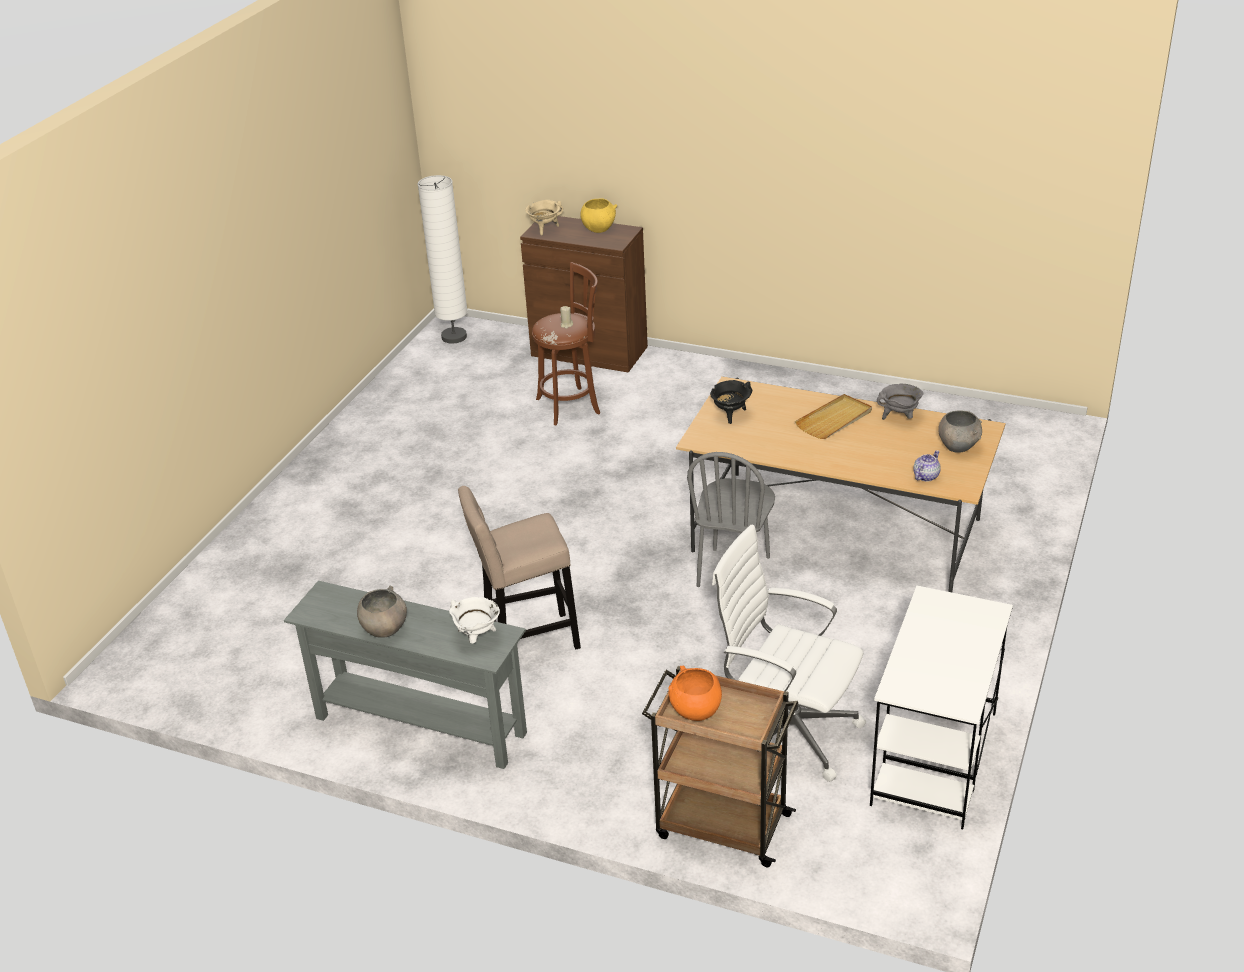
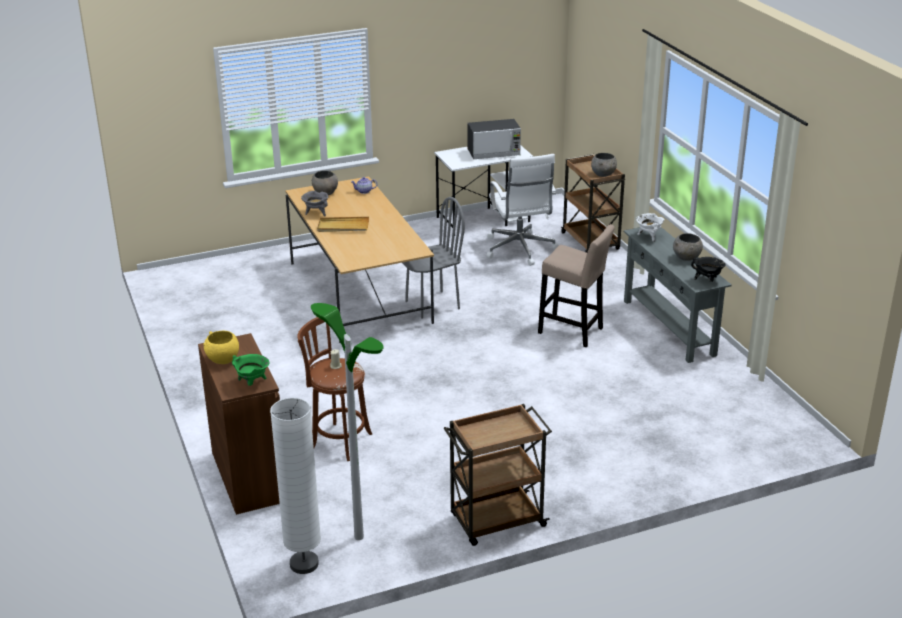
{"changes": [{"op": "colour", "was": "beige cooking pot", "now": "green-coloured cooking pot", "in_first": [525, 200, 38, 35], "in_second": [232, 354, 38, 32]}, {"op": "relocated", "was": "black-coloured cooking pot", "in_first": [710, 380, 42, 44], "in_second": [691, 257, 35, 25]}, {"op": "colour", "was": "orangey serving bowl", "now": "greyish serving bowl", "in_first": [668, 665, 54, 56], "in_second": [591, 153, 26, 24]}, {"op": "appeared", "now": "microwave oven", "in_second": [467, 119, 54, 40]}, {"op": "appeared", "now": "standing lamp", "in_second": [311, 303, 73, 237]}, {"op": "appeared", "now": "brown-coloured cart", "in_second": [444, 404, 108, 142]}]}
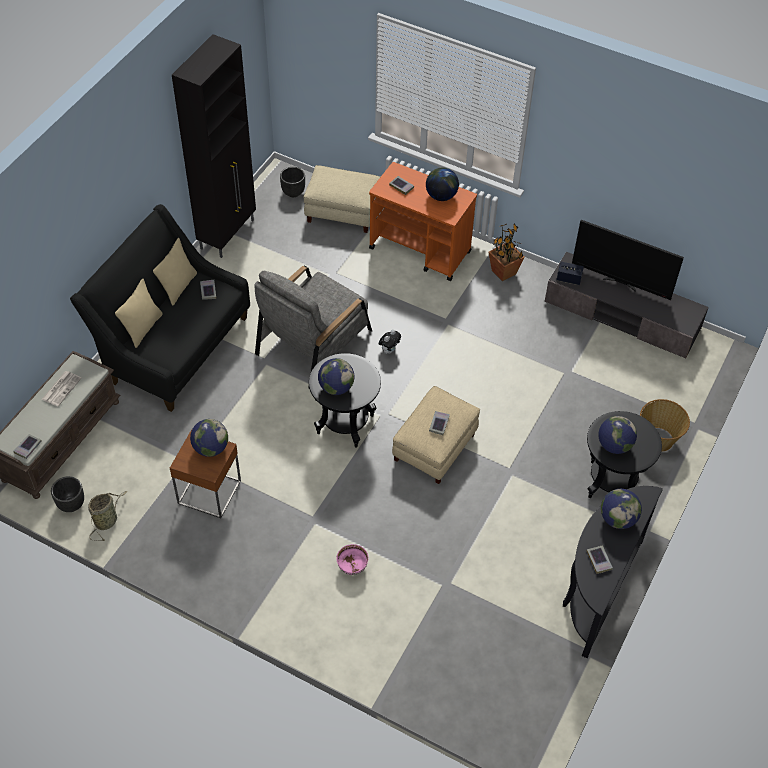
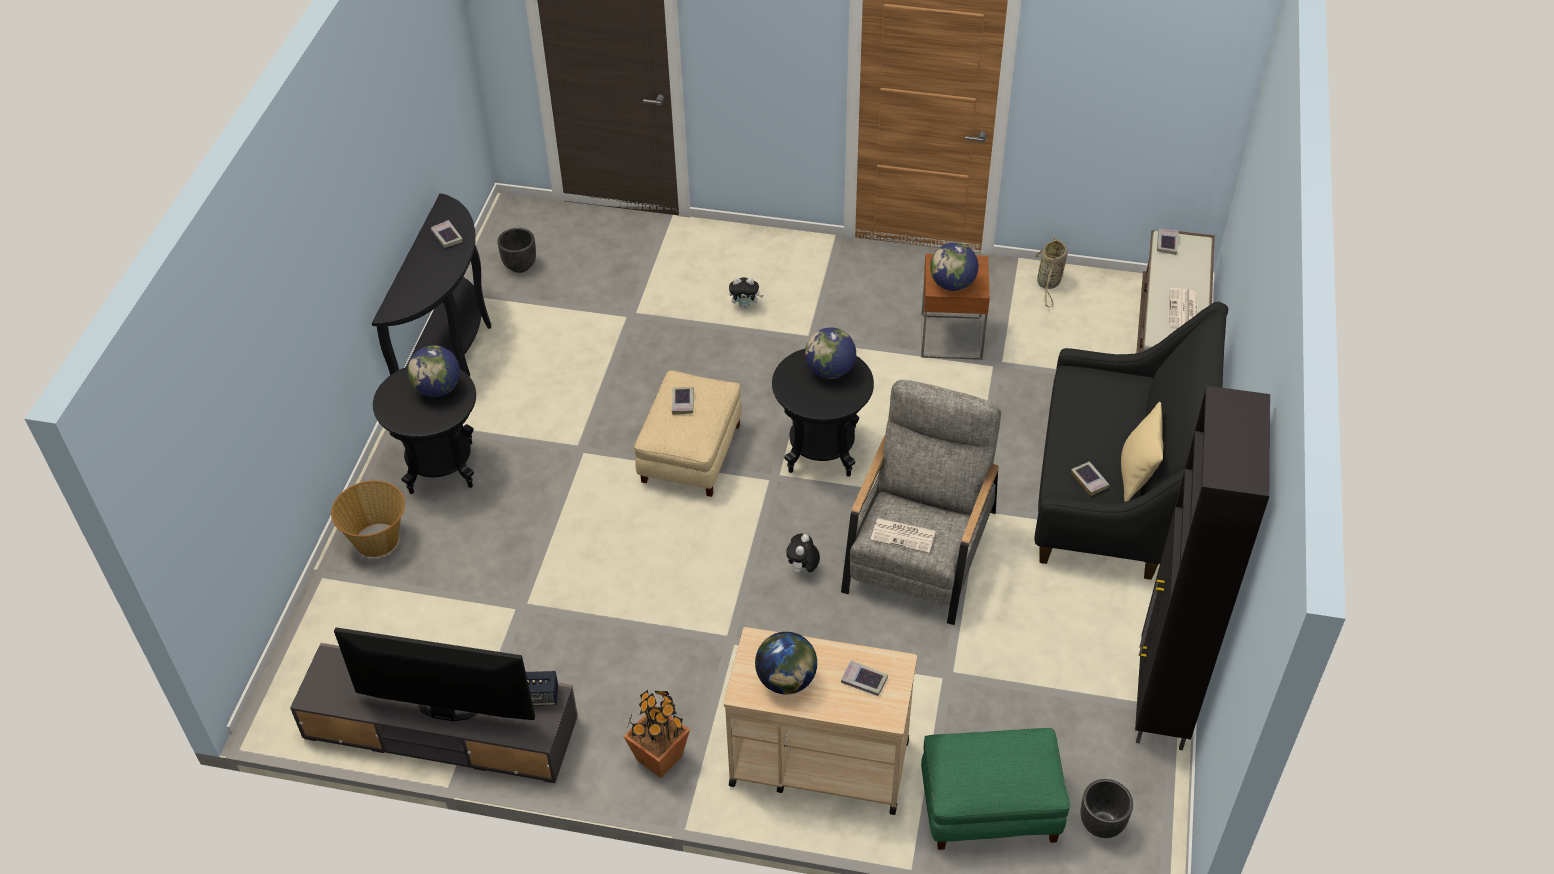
{"changes": [{"op": "colour", "was": "orangey cart", "now": "beige cart", "in_first": [369, 162, 108, 119], "in_second": [724, 627, 193, 188]}, {"op": "colour", "was": "beige pouffe", "now": "green-coloured pouffe", "in_first": [304, 165, 76, 68], "in_second": [921, 728, 149, 122]}, {"op": "missing", "was": "beige cushion", "in_first": [115, 279, 48, 69]}, {"op": "relocated", "was": "black-coloured plant pot", "in_first": [51, 476, 33, 36], "in_second": [497, 228, 39, 45]}, {"op": "missing", "was": "desk globe", "in_first": [601, 489, 41, 40]}, {"op": "exchanged", "was": "pinkish serving bowl", "now": "plush toy", "in_first": [336, 544, 33, 31], "in_second": [729, 277, 34, 31]}, {"op": "appeared", "now": "daily paper", "in_second": [870, 518, 66, 35]}]}
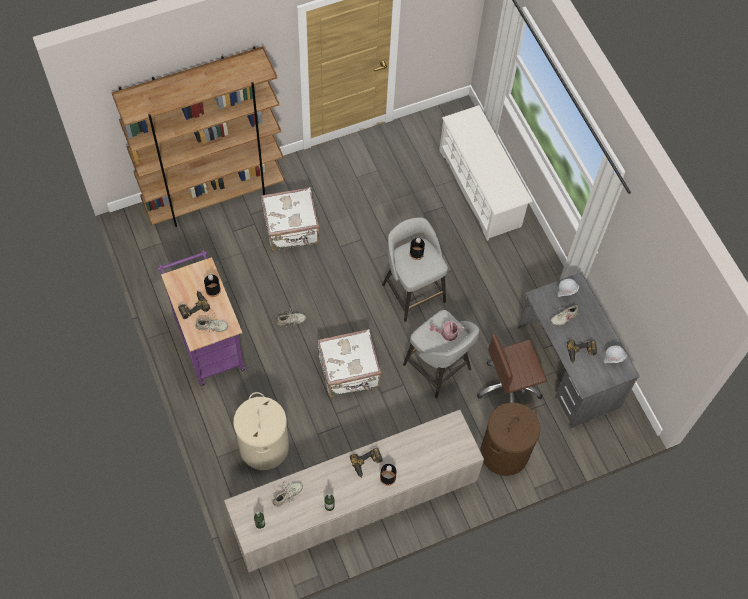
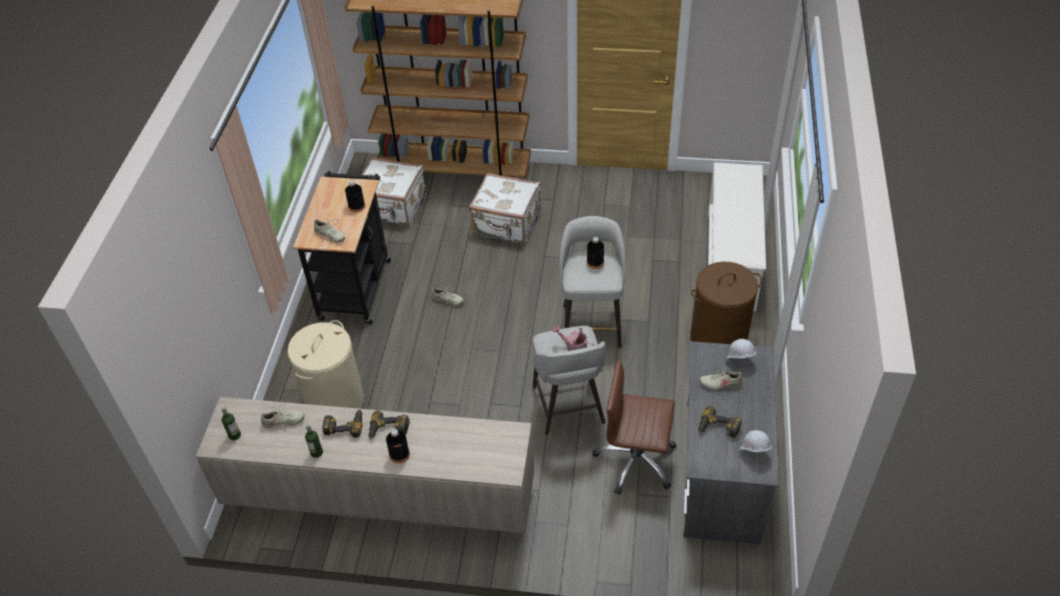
{"changes": [{"op": "colour", "was": "purple-coloured cart", "now": "black-coloured cart", "in_first": [158, 250, 89, 136], "in_second": [293, 171, 98, 154]}, {"op": "relocated", "was": "electric drill", "in_first": [178, 291, 32, 28], "in_second": [322, 409, 40, 29]}, {"op": "relocated", "was": "white travel case", "in_first": [317, 329, 64, 69], "in_second": [362, 157, 64, 69]}, {"op": "relocated", "was": "brown-coloured laundry basket", "in_first": [480, 403, 60, 73], "in_second": [690, 262, 72, 82]}]}
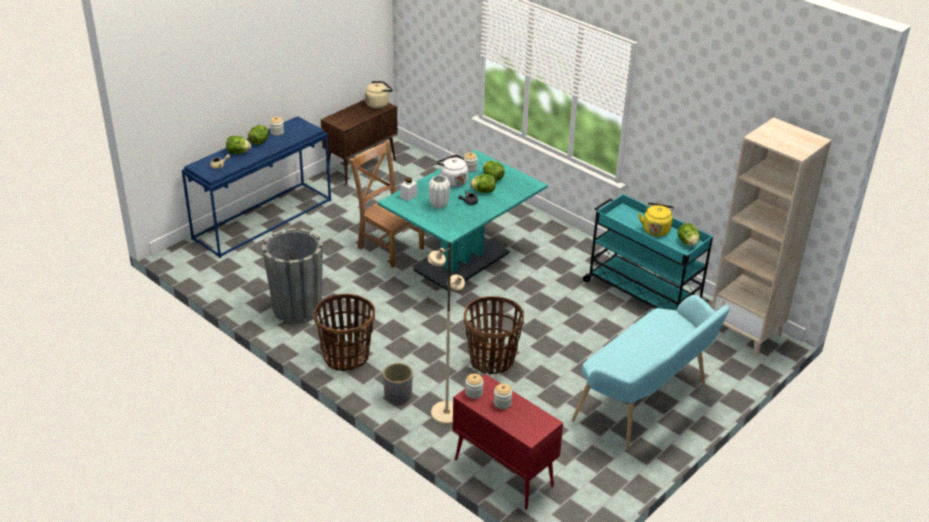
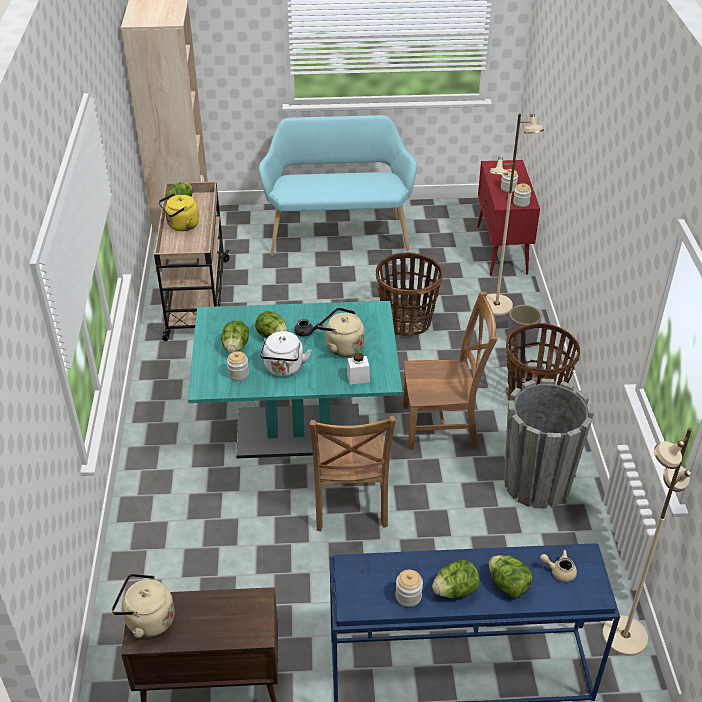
{"changes": [{"op": "exchanged", "was": "white vase", "now": "beige tea kettle", "in_first": [428, 175, 22, 34], "in_second": [318, 307, 47, 50]}, {"op": "colour", "was": "turquoise cart", "now": "beige cart", "in_first": [583, 194, 130, 117], "in_second": [154, 182, 76, 159]}, {"op": "appeared", "now": "brown-coloured plain chair", "in_second": [403, 291, 95, 159]}, {"op": "appeared", "now": "beige standing lamp", "in_second": [602, 428, 90, 228]}]}
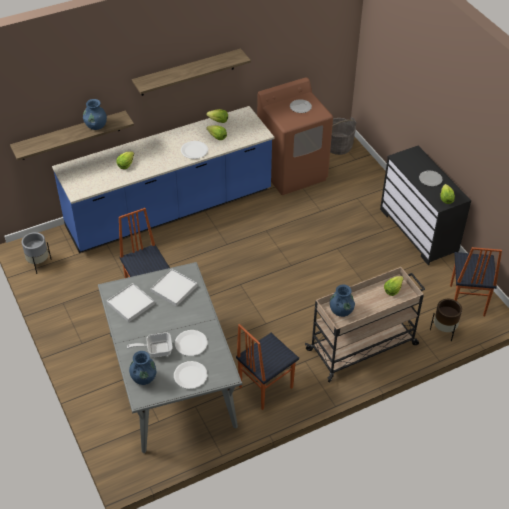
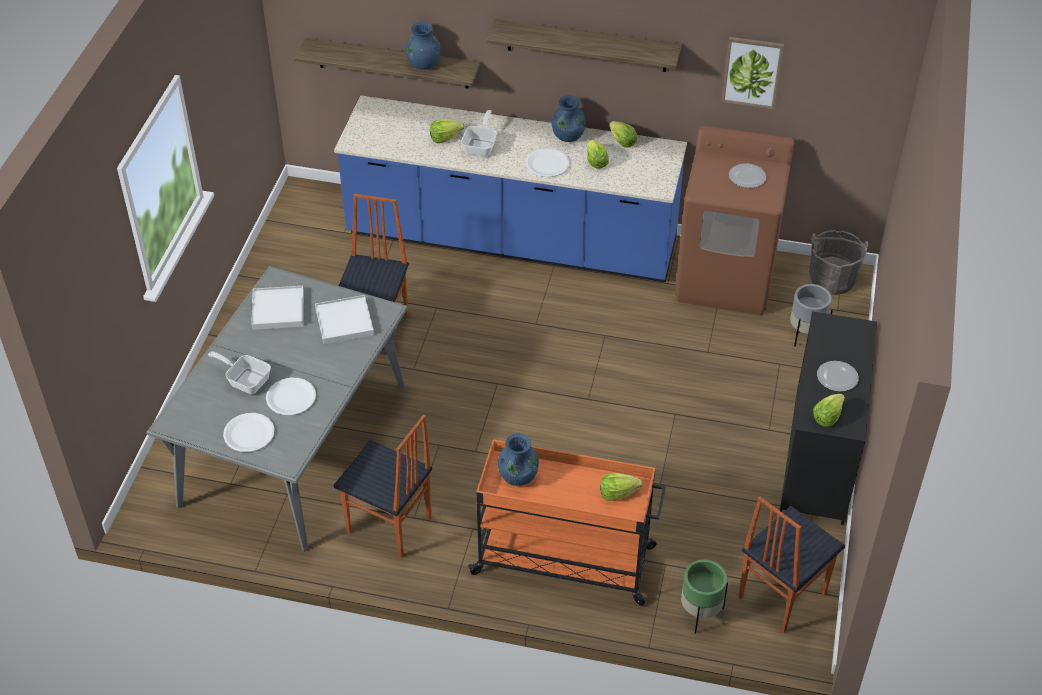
{"changes": [{"op": "relocated", "was": "greyish plant pot", "in_first": [22, 232, 30, 42], "in_second": [790, 284, 43, 63]}, {"op": "colour", "was": "beige cart", "now": "orangey cart", "in_first": [305, 267, 120, 115], "in_second": [468, 439, 198, 167]}, {"op": "colour", "was": "brown-coloured plant pot", "now": "green-coloured plant pot", "in_first": [430, 299, 32, 42], "in_second": [681, 559, 47, 75]}, {"op": "spun", "was": "plain chair", "in_first": [236, 324, 63, 86], "in_second": [334, 415, 98, 143], "clockwise": -150}, {"op": "relocated", "was": "blue-coloured vase", "in_first": [129, 351, 28, 34], "in_second": [552, 95, 34, 47]}, {"op": "appeared", "now": "wall art", "in_second": [721, 37, 63, 72]}, {"op": "appeared", "now": "skillet", "in_second": [461, 110, 36, 46]}]}
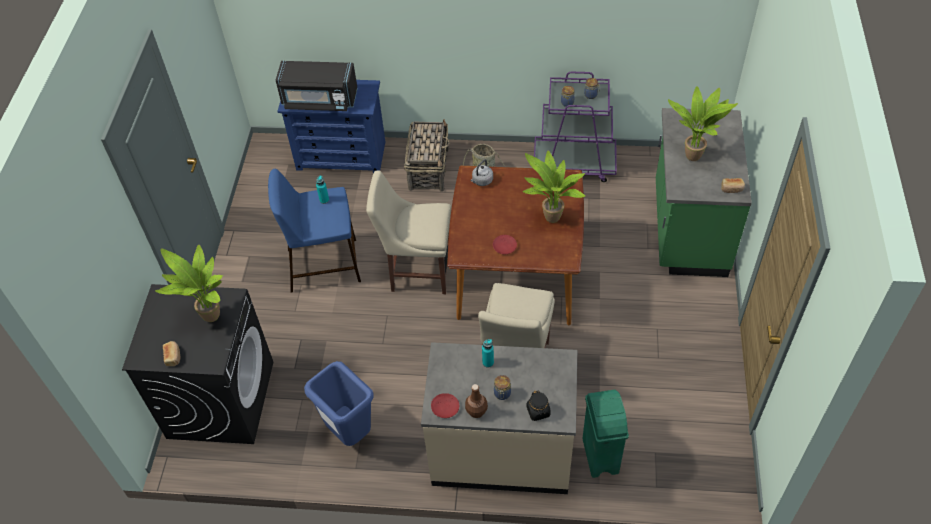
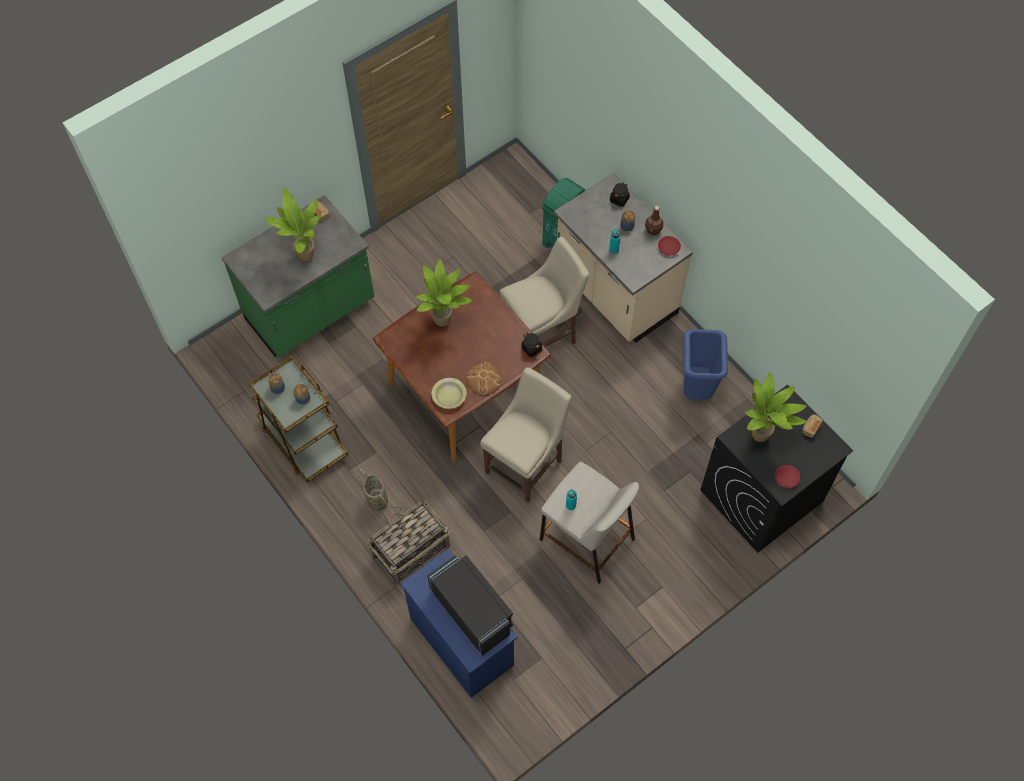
{"changes": [{"op": "colour", "was": "purple-coloured cart", "now": "brown-coloured cart", "in_first": [534, 72, 83, 110], "in_second": [249, 355, 99, 127]}, {"op": "exchanged", "was": "greyish tea kettle", "now": "yellow-coloured serving bowl", "in_first": [470, 159, 23, 27], "in_second": [432, 378, 34, 31]}, {"op": "colour", "was": "blue-coloured sitting stool", "now": "beige sitting stool", "in_first": [268, 169, 93, 124], "in_second": [539, 462, 100, 122]}, {"op": "spun", "was": "beige plain chair", "in_first": [366, 170, 85, 124], "in_second": [480, 367, 92, 136], "clockwise": -105}, {"op": "relocated", "was": "red-coloured dinner plate", "in_first": [493, 235, 24, 19], "in_second": [775, 465, 25, 23]}, {"op": "appeared", "now": "black-coloured storage jar", "in_second": [522, 333, 20, 24]}, {"op": "appeared", "now": "baked bread", "in_second": [466, 361, 36, 35]}]}
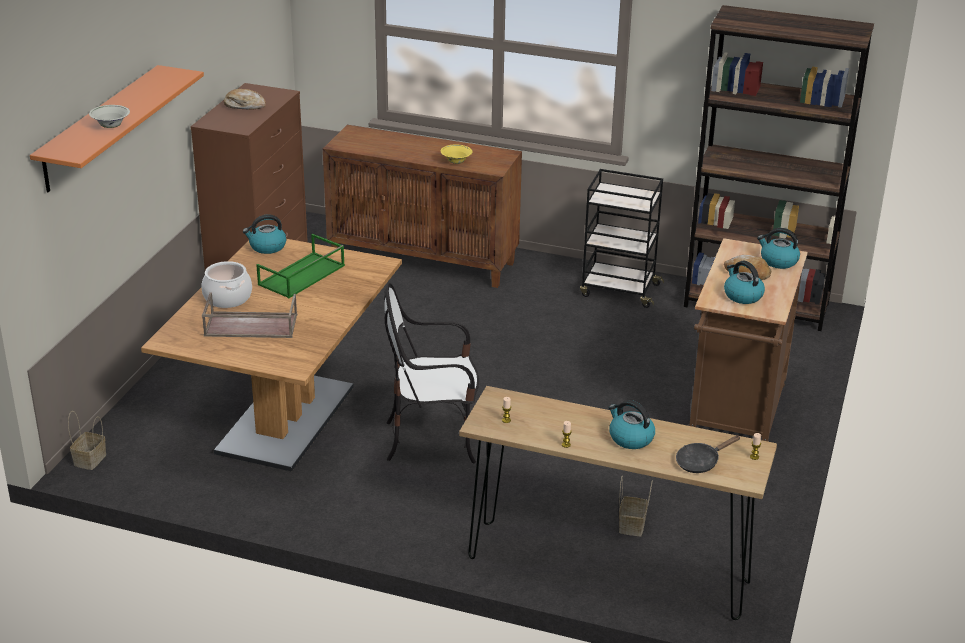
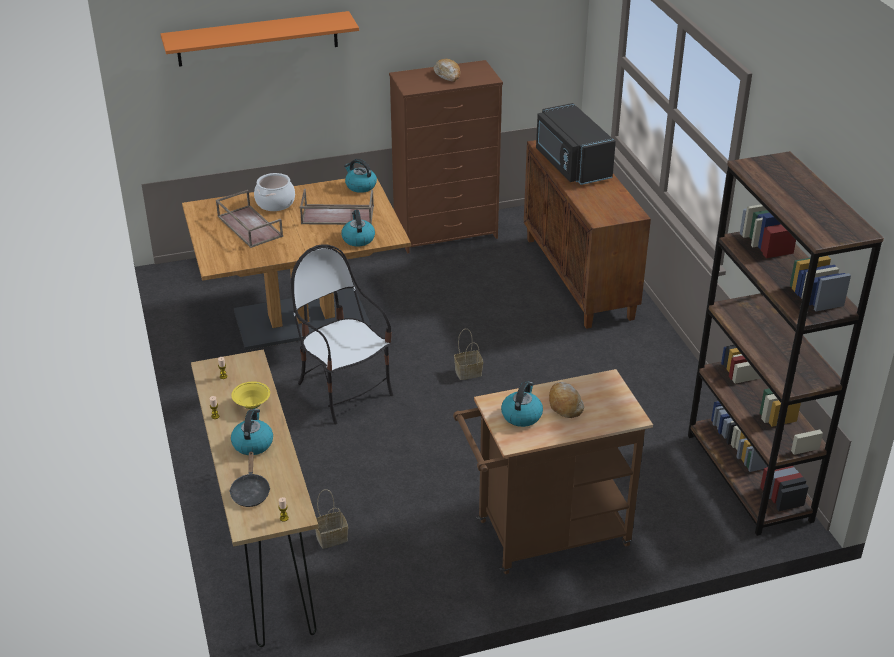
{"changes": [{"op": "missing", "was": "white serving bowl", "in_first": [89, 105, 41, 23]}, {"op": "relocated", "was": "yellow-coloured serving bowl", "in_first": [441, 144, 31, 20], "in_second": [231, 382, 39, 27]}, {"op": "missing", "was": "black-coloured cart", "in_first": [580, 169, 84, 139]}, {"op": "relocated", "was": "tea kettle", "in_first": [757, 228, 43, 41], "in_second": [341, 210, 34, 37]}, {"op": "colour", "was": "green-coloured tray", "now": "brown-coloured tray", "in_first": [257, 234, 88, 64], "in_second": [300, 189, 74, 36]}, {"op": "relocated", "was": "storage basket", "in_first": [68, 411, 38, 59], "in_second": [454, 329, 29, 51]}, {"op": "spun", "was": "black-coloured skillet", "in_first": [676, 435, 65, 38], "in_second": [229, 451, 42, 56], "clockwise": -120}, {"op": "appeared", "now": "black-coloured microwave oven", "in_second": [536, 103, 80, 82]}]}
